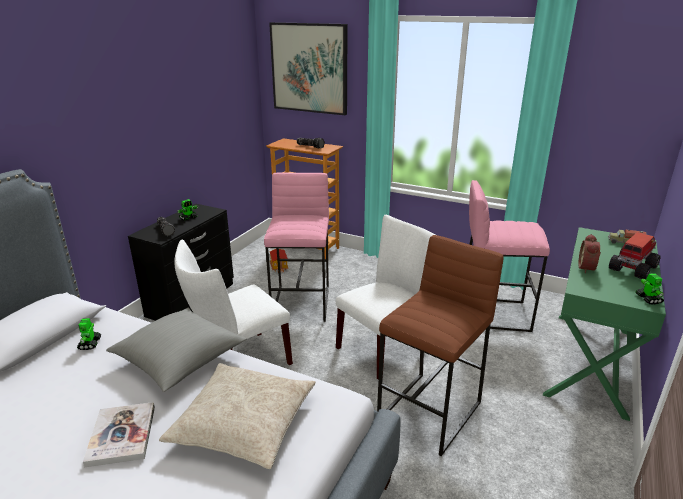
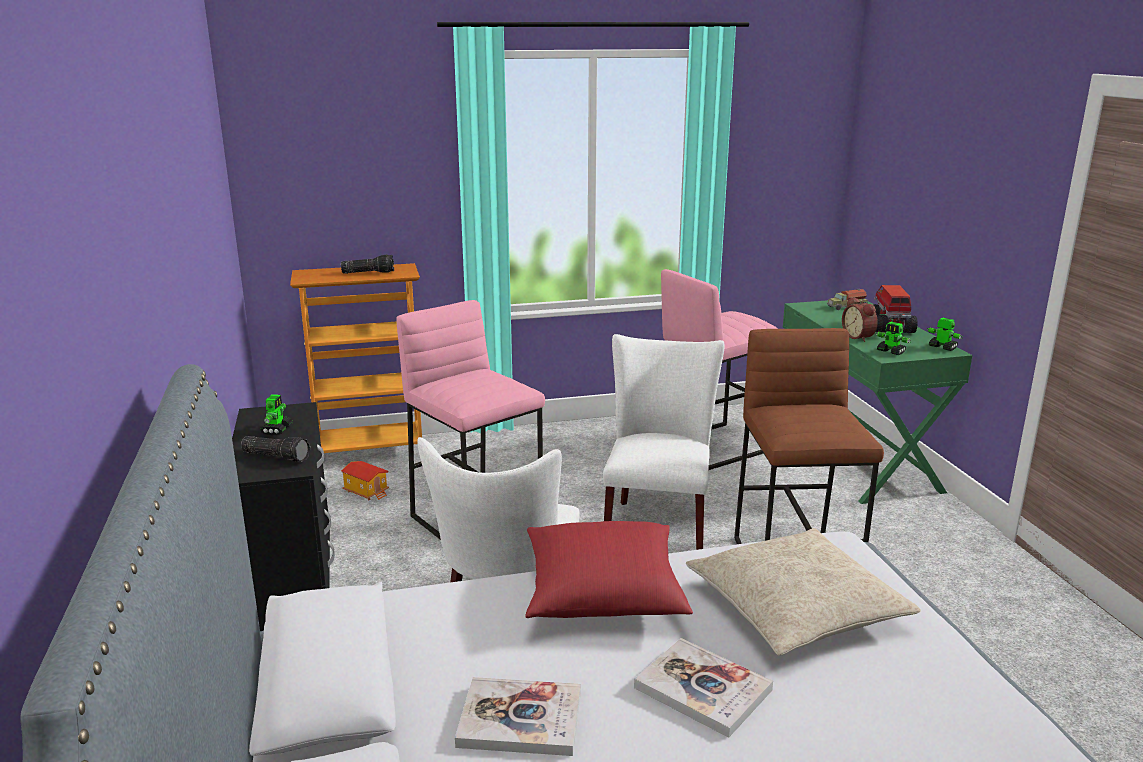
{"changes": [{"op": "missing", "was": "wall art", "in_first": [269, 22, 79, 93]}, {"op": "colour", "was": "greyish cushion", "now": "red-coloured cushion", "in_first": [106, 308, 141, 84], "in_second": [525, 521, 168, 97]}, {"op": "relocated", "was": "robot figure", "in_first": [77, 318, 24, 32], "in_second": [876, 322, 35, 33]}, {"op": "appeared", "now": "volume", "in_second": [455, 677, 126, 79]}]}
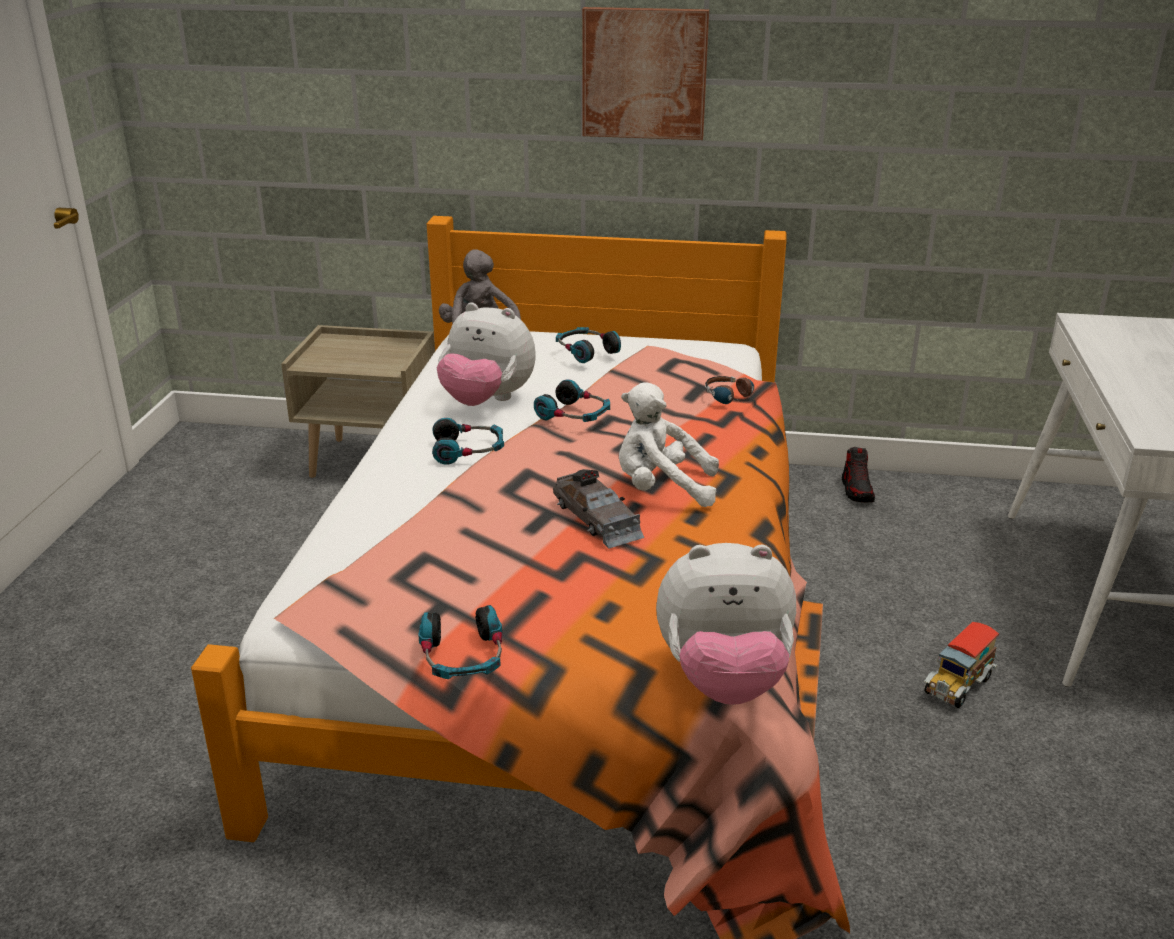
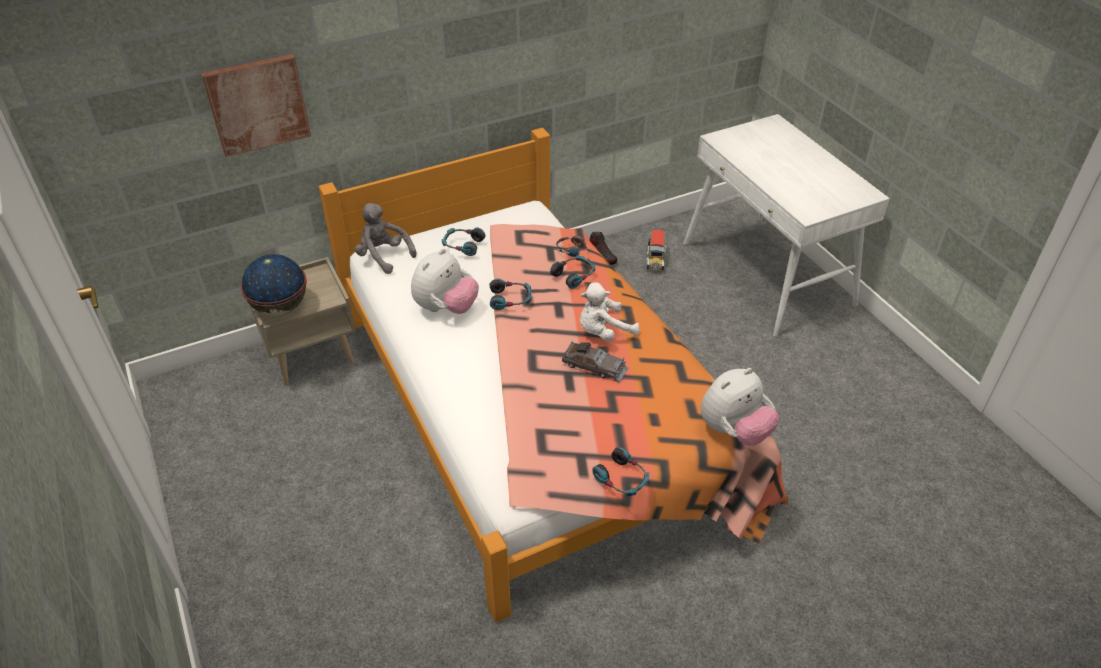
{"changes": [{"op": "relocated", "was": "wall art", "in_first": [582, 7, 127, 133], "in_second": [201, 54, 110, 103]}, {"op": "spun", "was": "plush toy", "in_first": [437, 302, 98, 104], "in_second": [411, 248, 68, 66], "clockwise": -45}, {"op": "relocated", "was": "pair of headphones", "in_first": [432, 418, 72, 47], "in_second": [550, 255, 45, 34]}, {"op": "relocated", "was": "model truck", "in_first": [925, 622, 74, 86], "in_second": [647, 230, 19, 41]}, {"op": "appeared", "now": "desk globe", "in_second": [241, 254, 66, 62]}]}
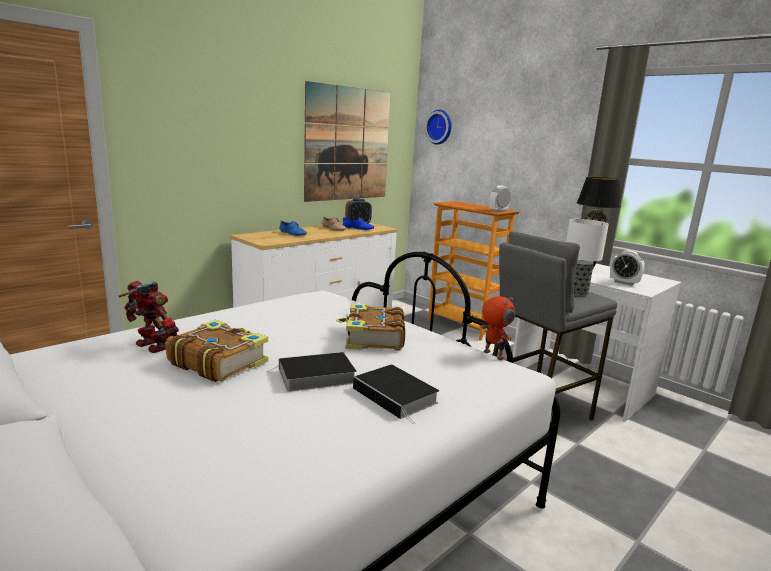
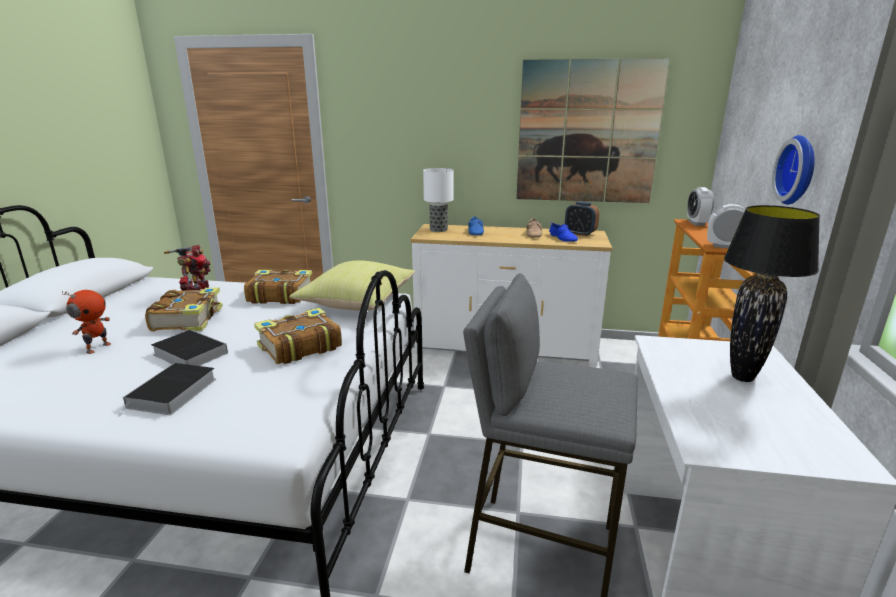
{"changes": [{"op": "relocated", "was": "hanging clock", "in_first": [425, 110, 27, 35], "in_second": [772, 135, 43, 70]}, {"op": "relocated", "was": "tabletop lamp", "in_first": [566, 219, 43, 77], "in_second": [423, 168, 31, 64]}, {"op": "relocated", "was": "table clock", "in_first": [610, 250, 35, 36], "in_second": [687, 187, 27, 39]}, {"op": "relocated", "was": "robot figure", "in_first": [480, 296, 35, 64], "in_second": [62, 290, 49, 64]}, {"op": "appeared", "now": "yellow-coloured cushion", "in_second": [290, 260, 125, 50]}, {"op": "appeared", "now": "volume", "in_second": [244, 270, 68, 34]}]}
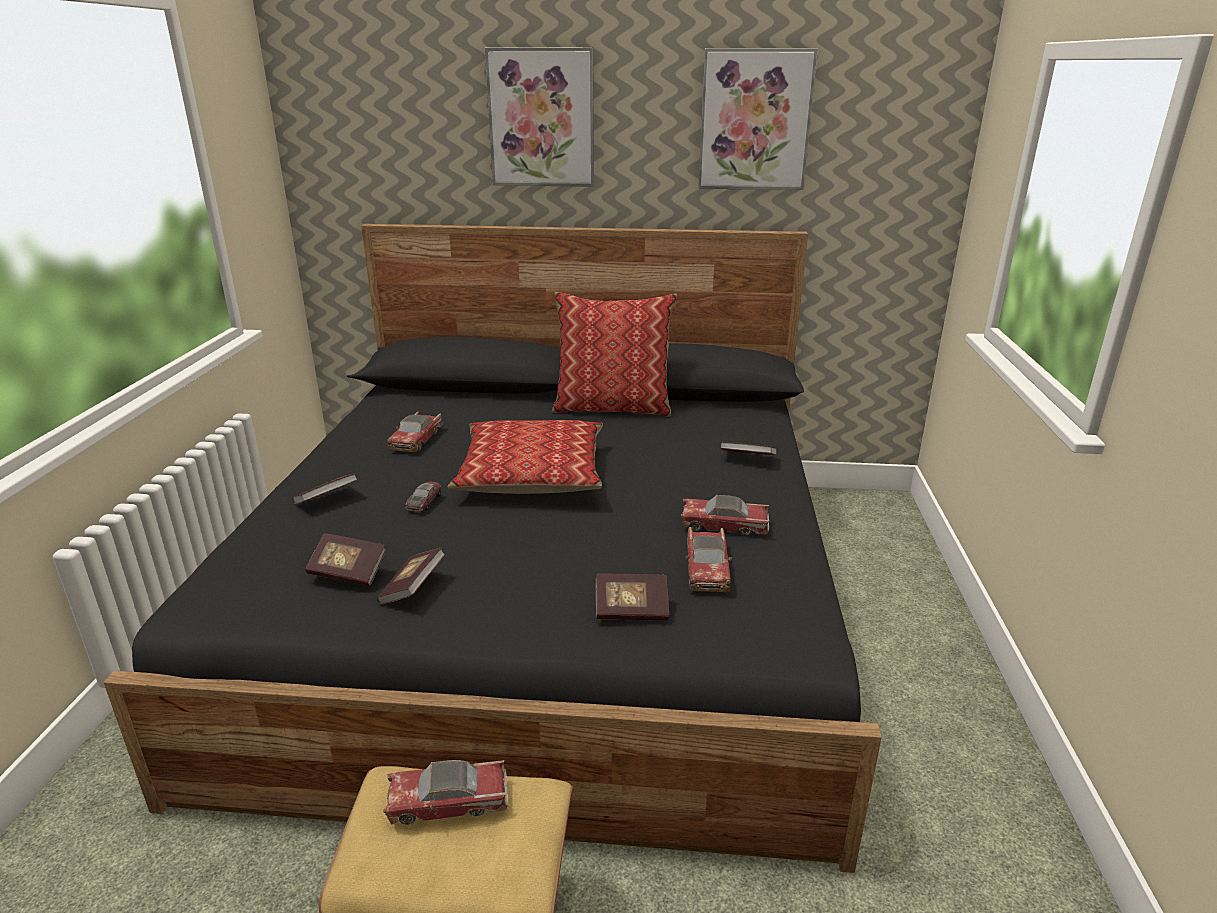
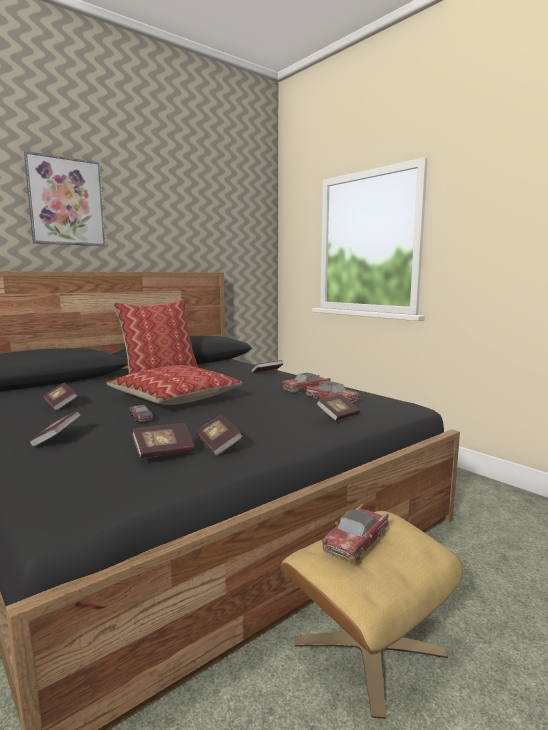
{"changes": [{"op": "missing", "was": "wall art", "in_first": [698, 48, 120, 142]}, {"op": "exchanged", "was": "toy car", "now": "volume", "in_first": [387, 412, 56, 40], "in_second": [43, 383, 35, 28]}]}
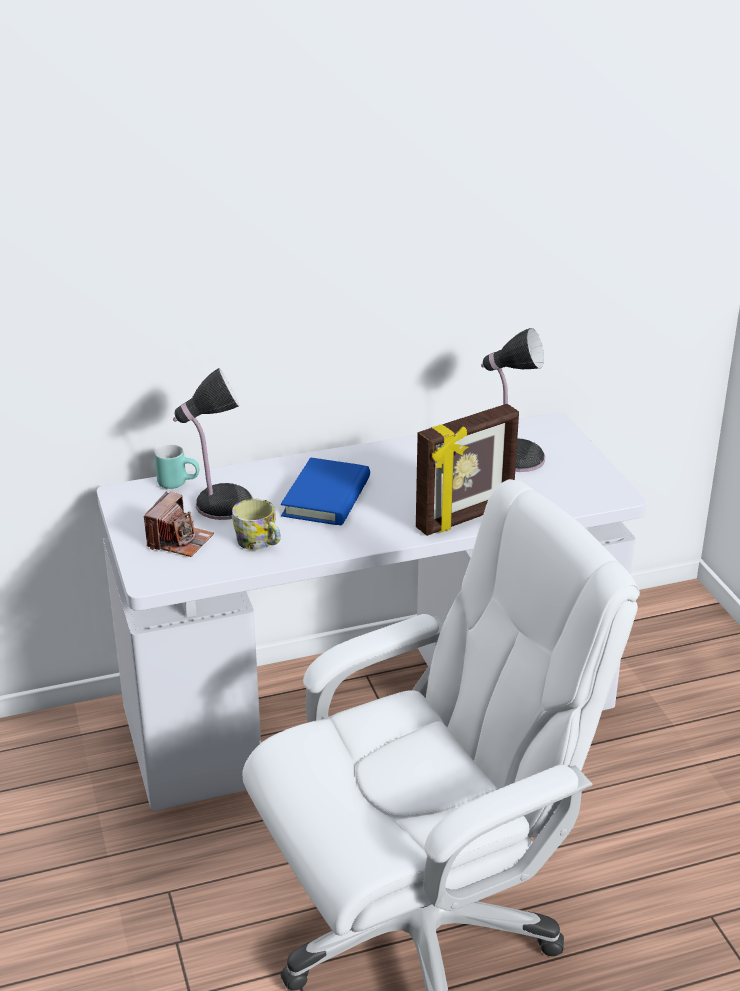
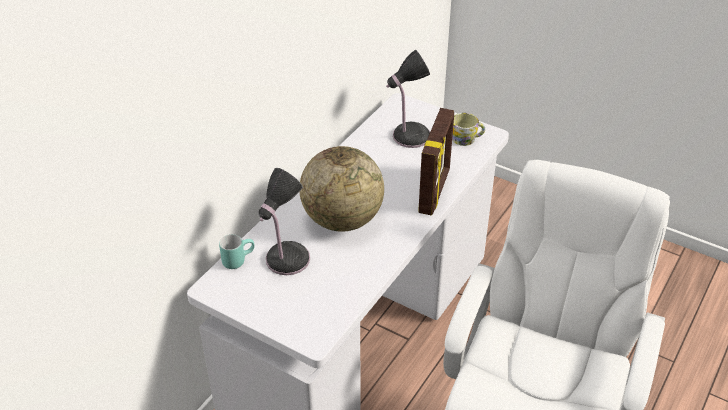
{"changes": [{"op": "exchanged", "was": "blue-coloured volume", "now": "desk globe", "in_first": [281, 458, 89, 67], "in_second": [300, 146, 84, 86]}, {"op": "missing", "was": "photo camera", "in_first": [144, 491, 70, 66]}, {"op": "relocated", "was": "coffee mug", "in_first": [232, 499, 49, 51], "in_second": [452, 113, 33, 33]}]}
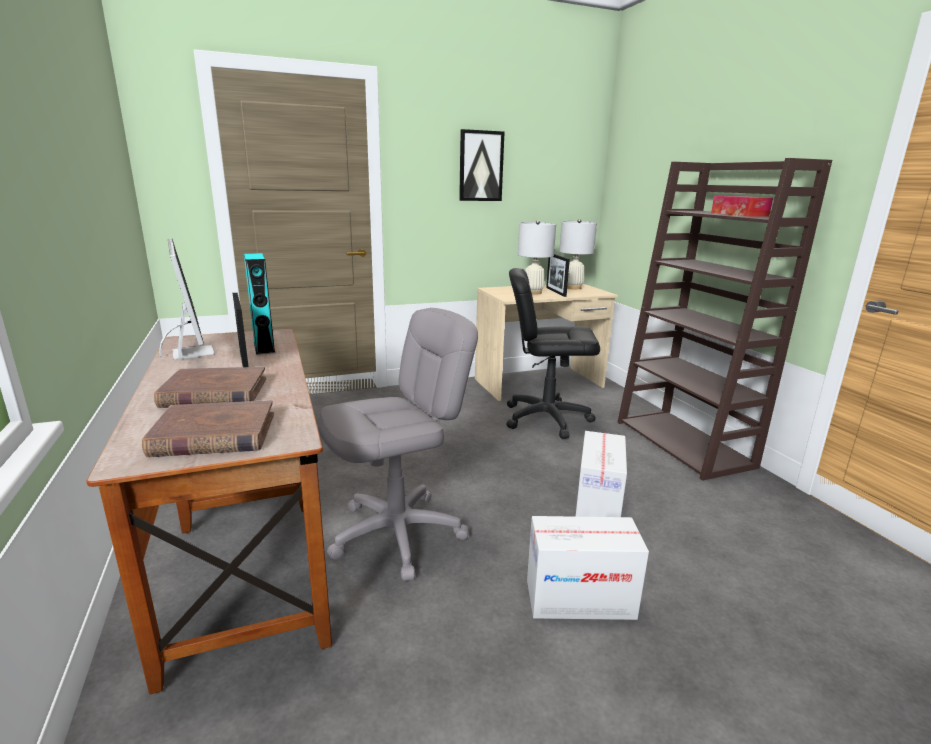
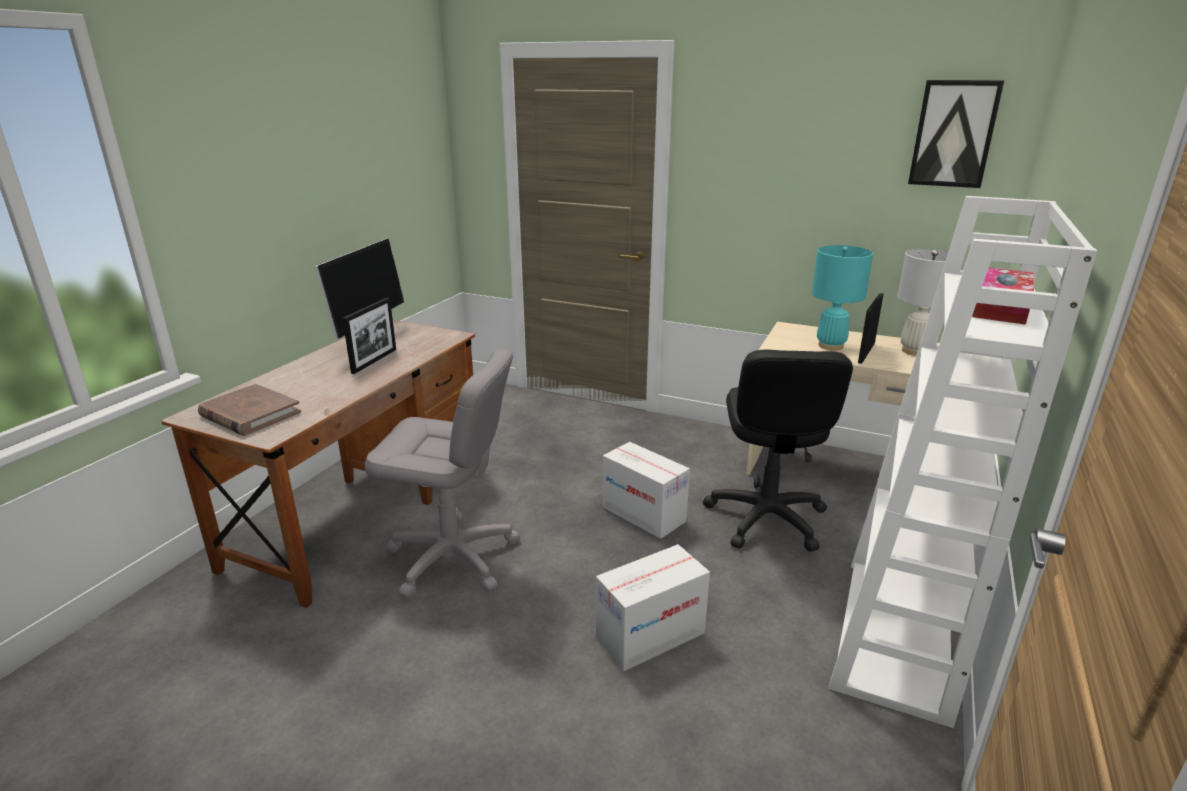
{"changes": [{"op": "relocated", "was": "wall art", "in_first": [459, 129, 46, 72], "in_second": [908, 80, 96, 108]}, {"op": "colour", "was": "brown-coloured bookshelf", "now": "white bookshelf", "in_first": [617, 158, 215, 323], "in_second": [828, 196, 269, 532]}, {"op": "colour", "was": "white tabletop lamp", "now": "turquoise tabletop lamp", "in_first": [518, 220, 38, 75], "in_second": [812, 245, 61, 106]}, {"op": "missing", "was": "turquoise speaker", "in_first": [244, 253, 31, 102]}, {"op": "spun", "was": "black-coloured computer chair", "in_first": [507, 268, 93, 171], "in_second": [703, 350, 150, 202], "clockwise": -135}, {"op": "missing", "was": "brown-coloured volume", "in_first": [154, 367, 112, 41]}, {"op": "relocated", "was": "cardboard box", "in_first": [527, 516, 122, 104], "in_second": [602, 442, 88, 97]}]}
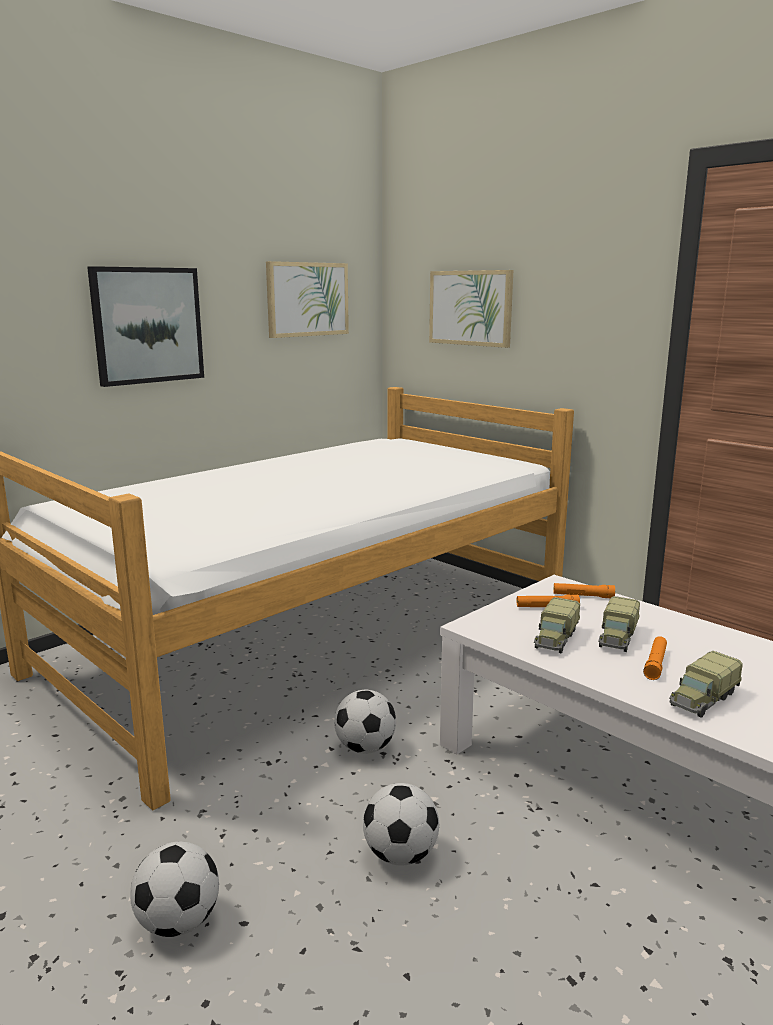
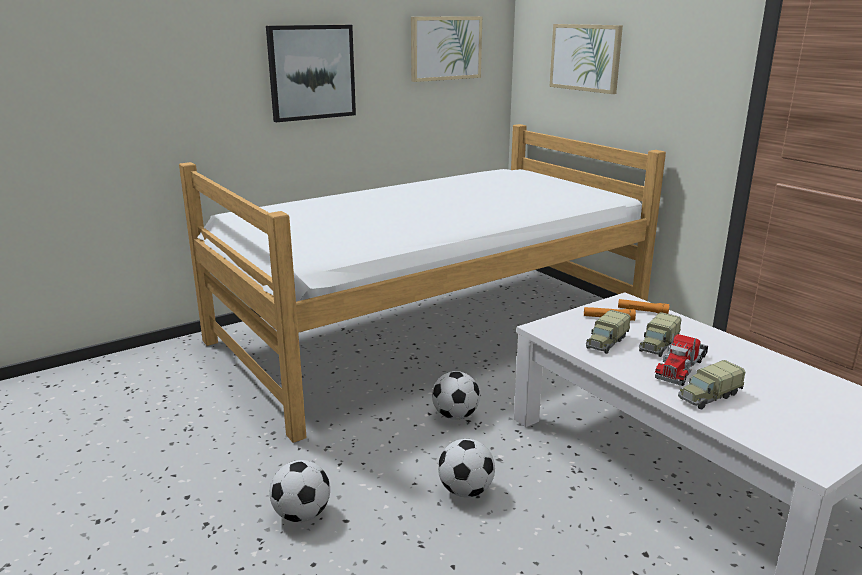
{"changes": [{"op": "exchanged", "was": "orangey torch", "now": "model truck", "in_first": [643, 636, 24, 44], "in_second": [655, 333, 53, 53]}]}
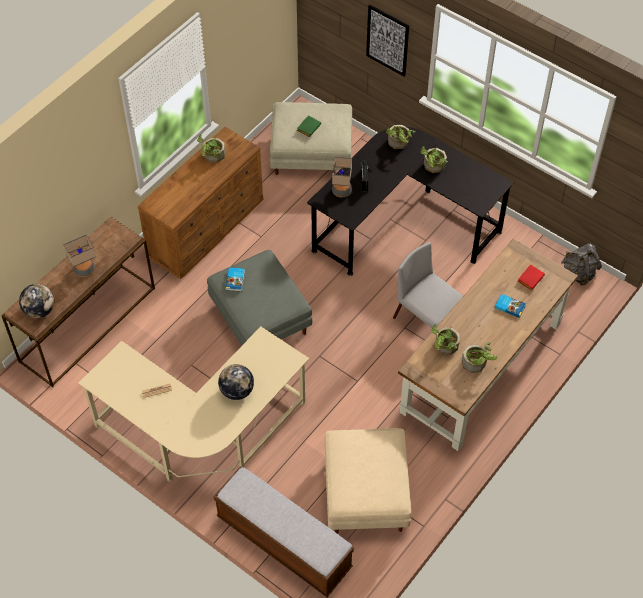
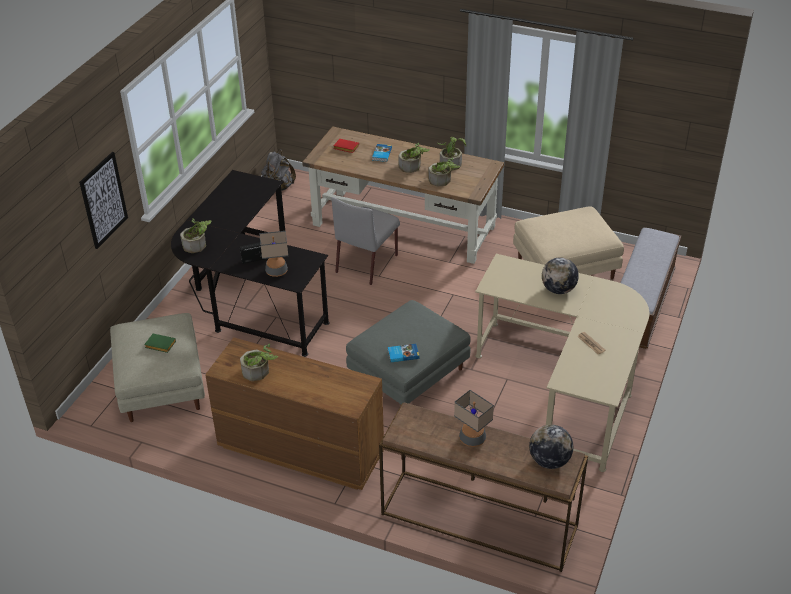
{"changes": [{"op": "relocated", "was": "houseplant", "in_first": [421, 146, 27, 27], "in_second": [398, 143, 32, 30]}]}
